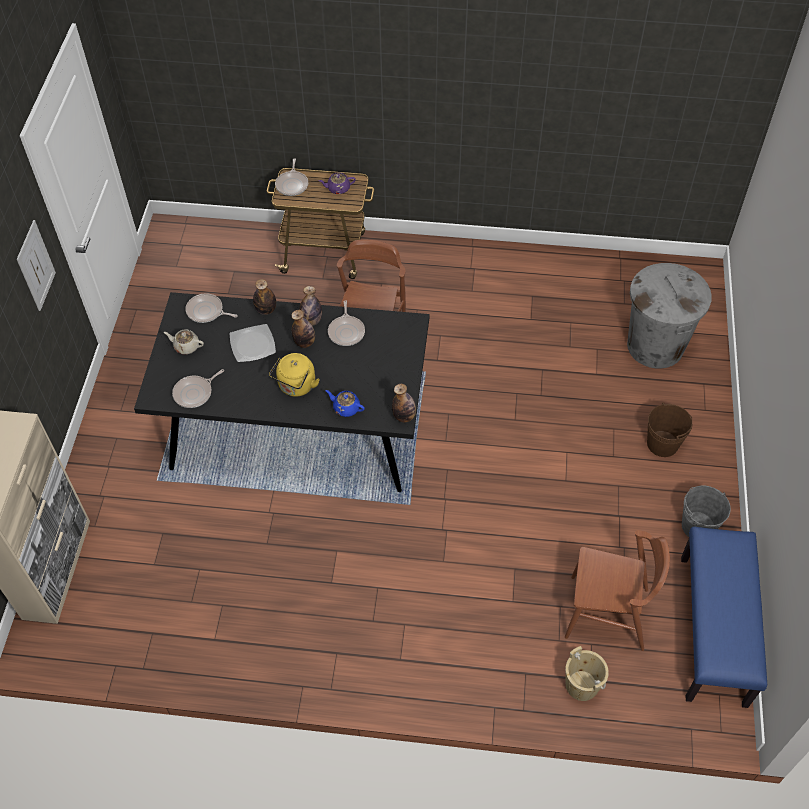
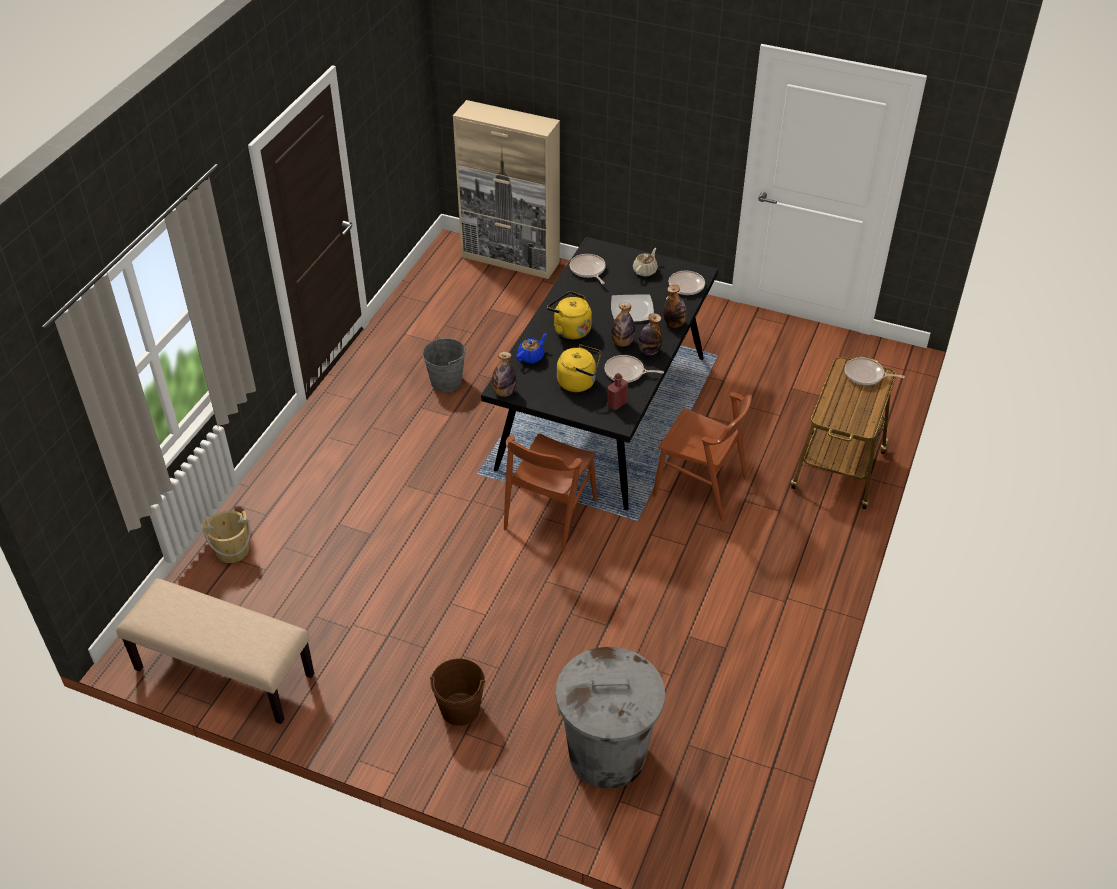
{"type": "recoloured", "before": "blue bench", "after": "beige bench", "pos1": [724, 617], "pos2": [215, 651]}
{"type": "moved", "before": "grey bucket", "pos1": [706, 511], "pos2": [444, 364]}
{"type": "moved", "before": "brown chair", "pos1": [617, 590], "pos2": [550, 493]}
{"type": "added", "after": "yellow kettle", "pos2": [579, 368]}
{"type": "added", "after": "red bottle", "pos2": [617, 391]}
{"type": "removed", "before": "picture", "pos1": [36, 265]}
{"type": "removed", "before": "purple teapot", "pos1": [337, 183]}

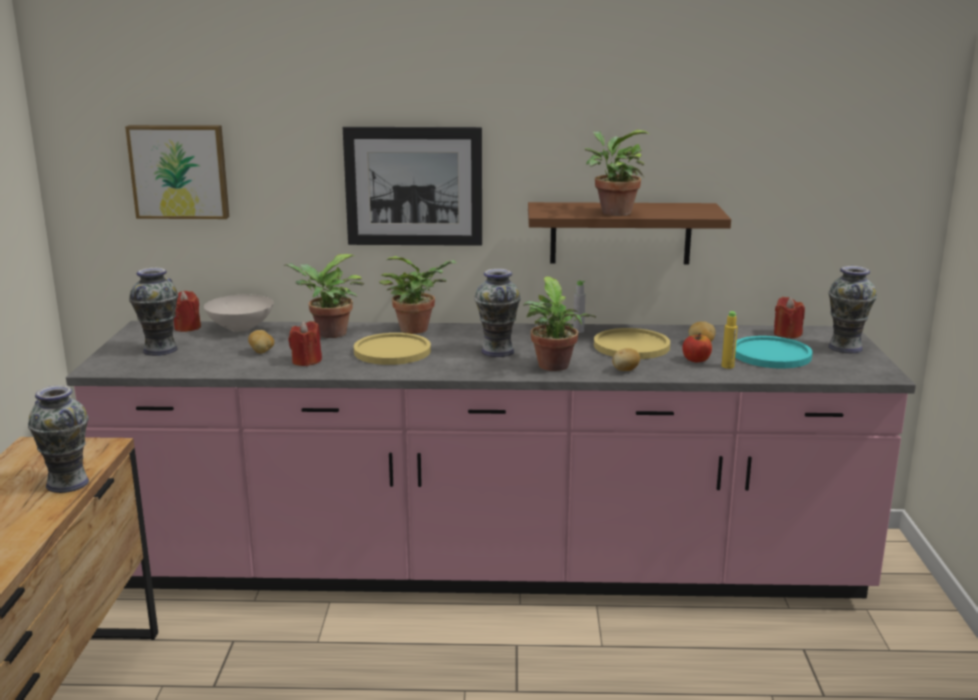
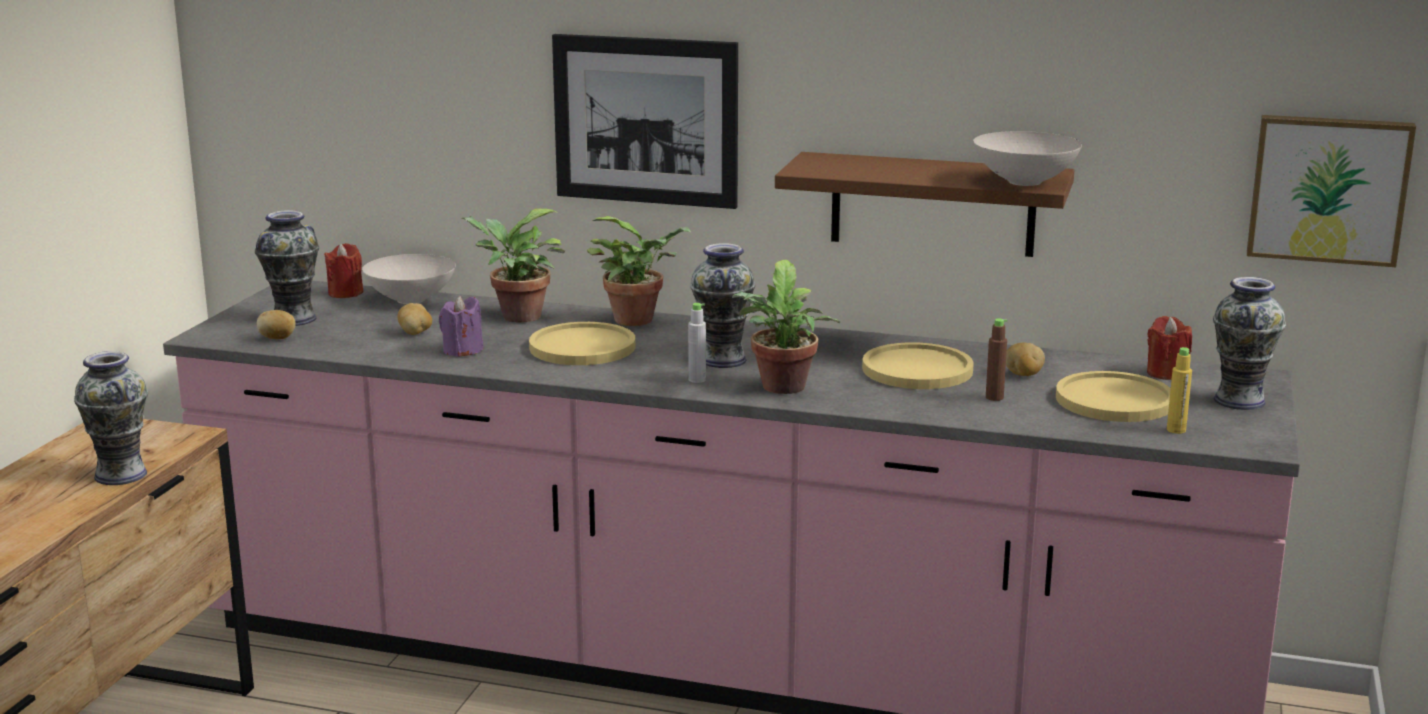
{"type": "moved", "before": "potato", "pos1": [626, 359], "pos2": [276, 324]}
{"type": "recoloured", "before": "red candle", "after": "purple candle", "pos1": [305, 343], "pos2": [461, 326]}
{"type": "moved", "before": "grey bottle", "pos1": [579, 307], "pos2": [697, 343]}
{"type": "added", "after": "white bowl", "pos2": [1027, 158]}
{"type": "replaced", "before": "apple", "after": "brown bottle", "pos1": [697, 347], "pos2": [996, 359]}
{"type": "recoloured", "before": "turquoise plate", "after": "yellow plate", "pos1": [774, 352], "pos2": [1113, 396]}
{"type": "moved", "before": "yellow bottle", "pos1": [729, 340], "pos2": [1179, 390]}
{"type": "moved", "before": "picture", "pos1": [177, 172], "pos2": [1331, 191]}
{"type": "removed", "before": "potted plant", "pos1": [617, 173]}

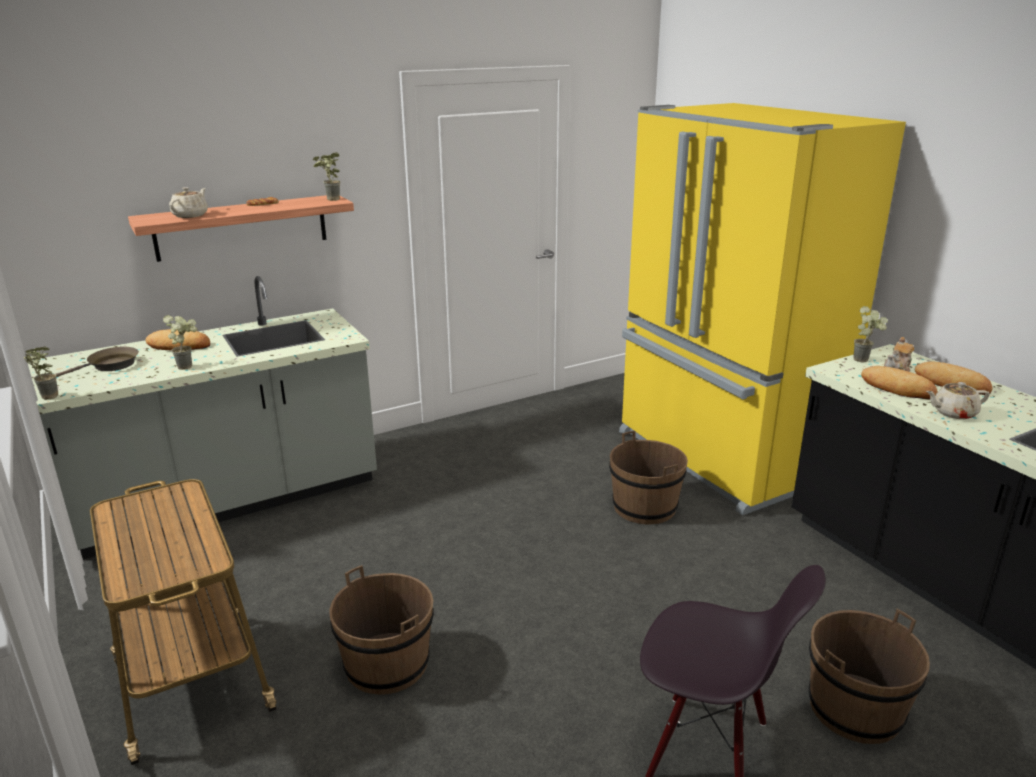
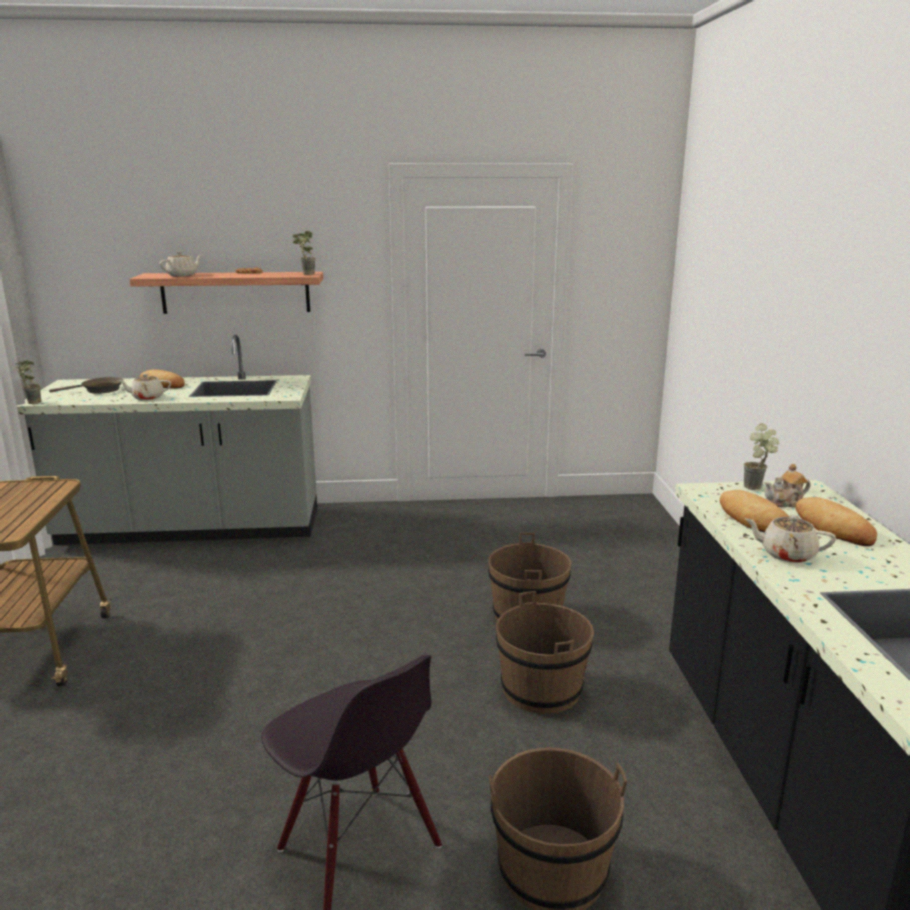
{"type": "replaced", "before": "potted plant", "after": "beige teapot", "pos1": [180, 342], "pos2": [144, 387]}
{"type": "moved", "before": "brown bucket", "pos1": [381, 630], "pos2": [545, 652]}
{"type": "removed", "before": "yellow fridge", "pos1": [762, 309]}

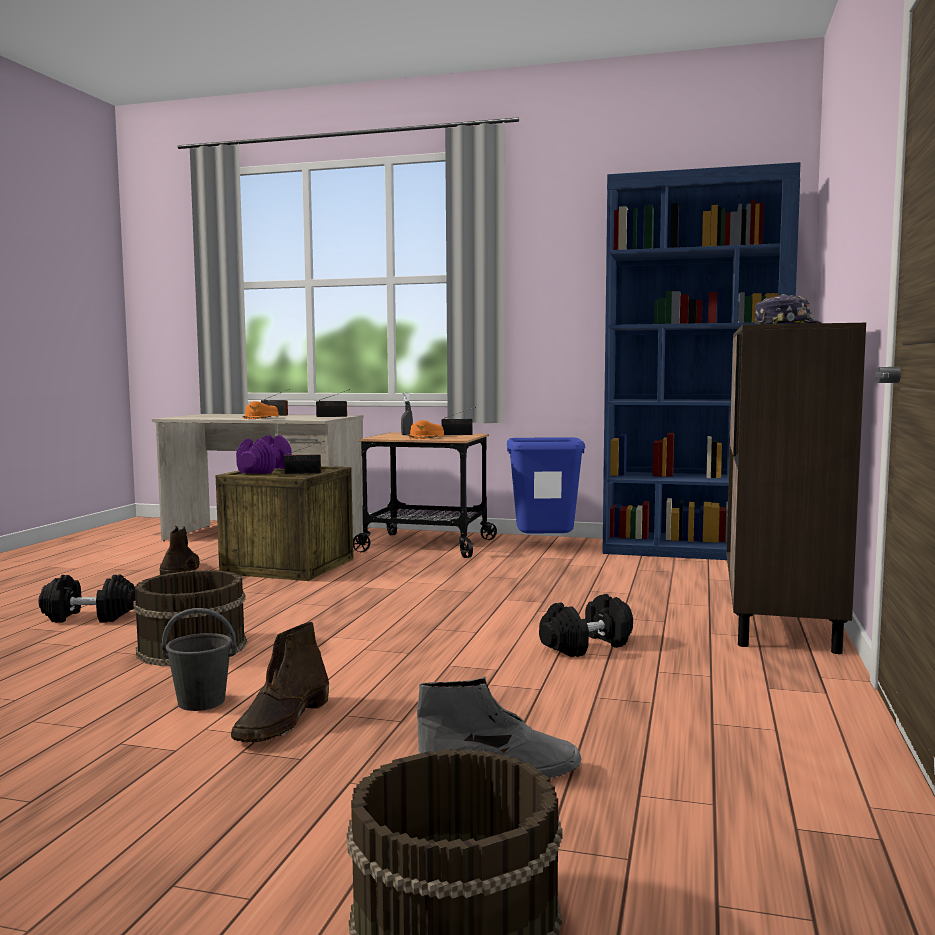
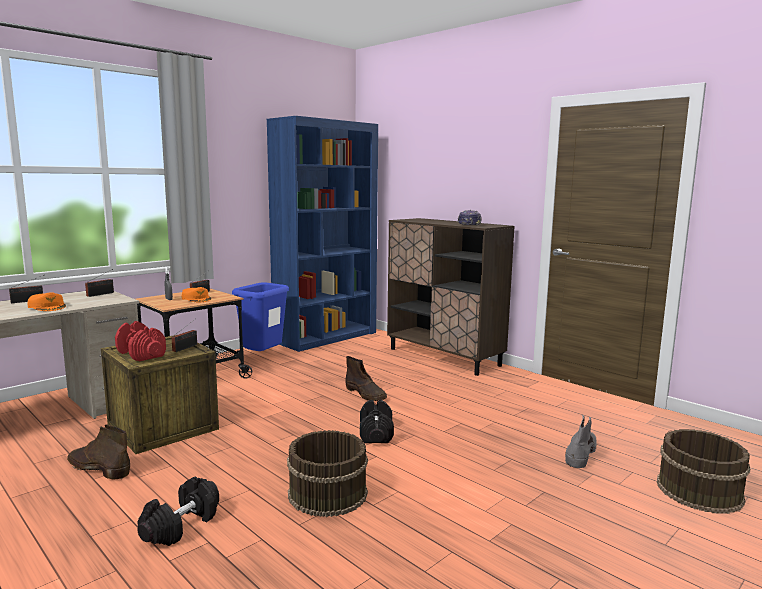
{"type": "recoloured", "before": "purple dumbbell", "after": "red dumbbell", "pos1": [264, 454], "pos2": [140, 341]}
{"type": "moved", "before": "brown boot", "pos1": [280, 682], "pos2": [366, 378]}
{"type": "moved", "before": "black dumbbell", "pos1": [586, 625], "pos2": [377, 421]}
{"type": "removed", "before": "grey bucket", "pos1": [199, 659]}

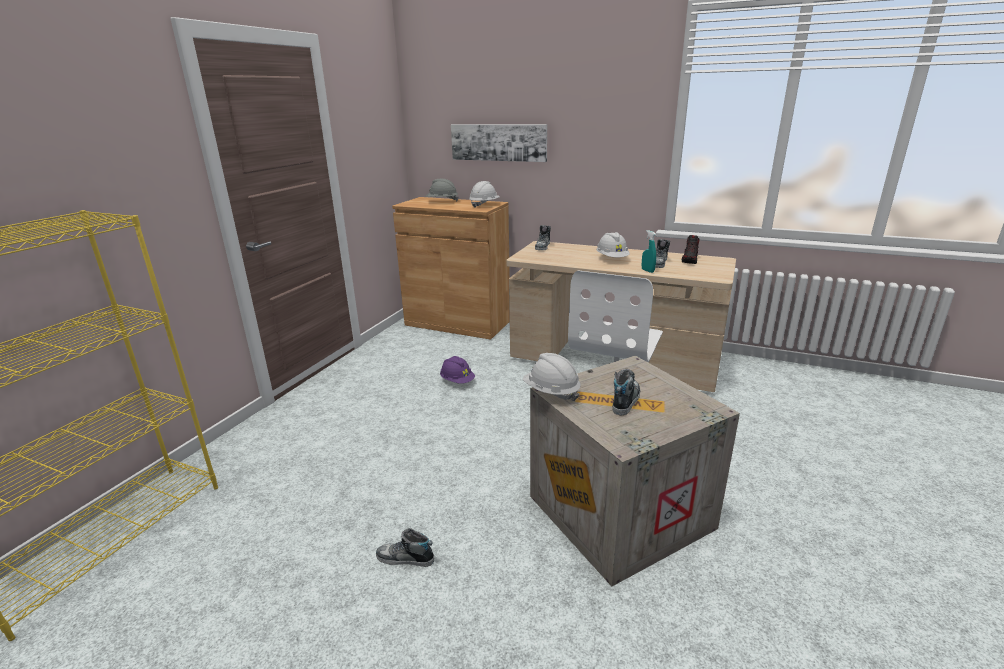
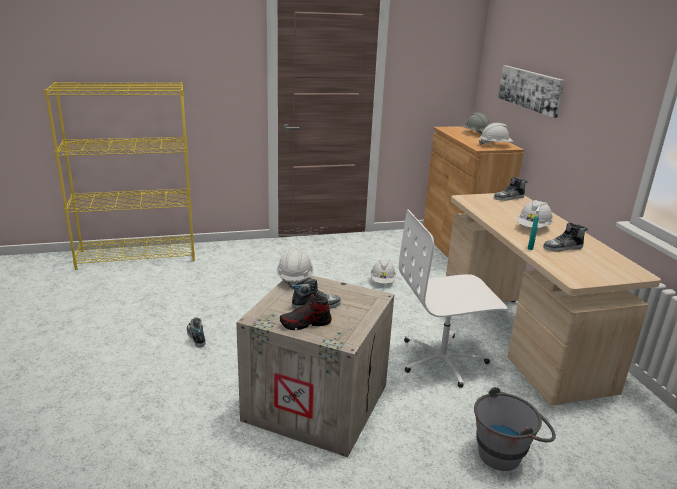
{"type": "moved", "before": "shoe", "pos1": [691, 249], "pos2": [306, 311]}
{"type": "recoloured", "before": "purple hard hat", "after": "white hard hat", "pos1": [457, 370], "pos2": [383, 271]}
{"type": "added", "after": "grey bucket", "pos2": [515, 429]}

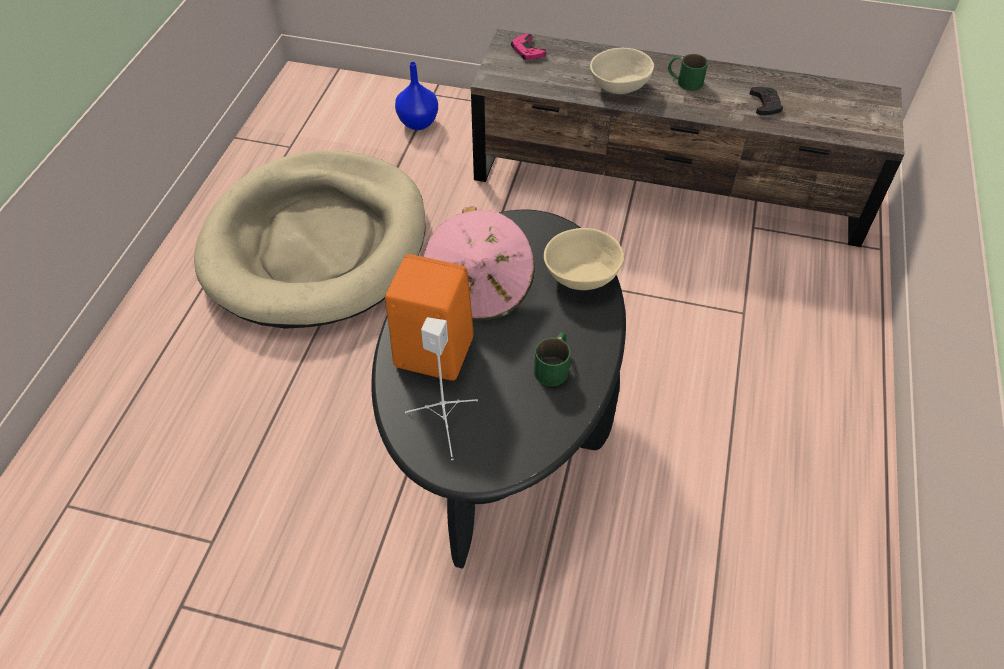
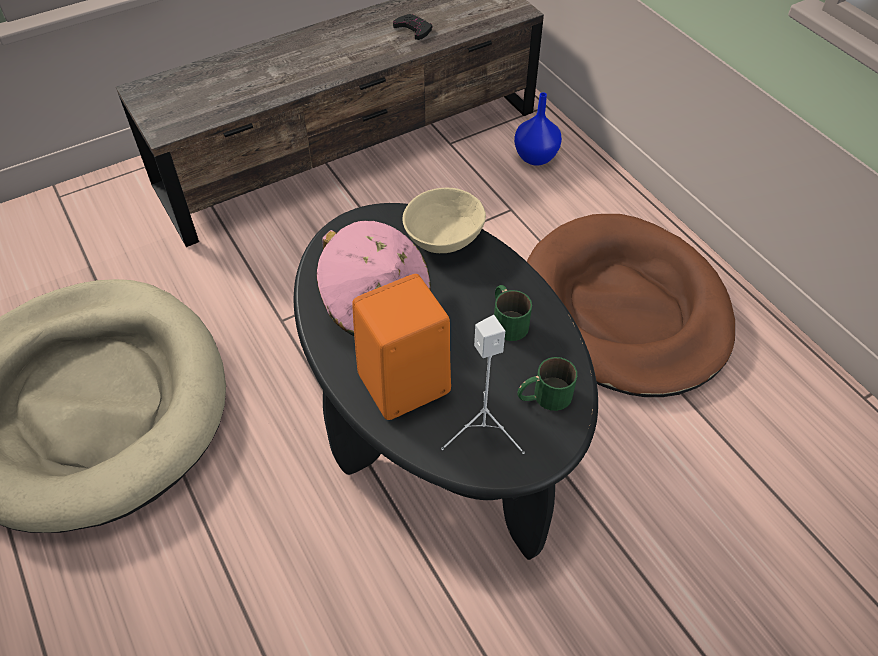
{"type": "moved", "before": "blue vase", "pos1": [416, 96], "pos2": [538, 129]}
{"type": "moved", "before": "green mug", "pos1": [688, 72], "pos2": [547, 384]}
{"type": "added", "after": "brown dog bed", "pos2": [631, 305]}
{"type": "removed", "before": "pink game controller", "pos1": [528, 46]}
{"type": "removed", "before": "beige bowl", "pos1": [622, 71]}

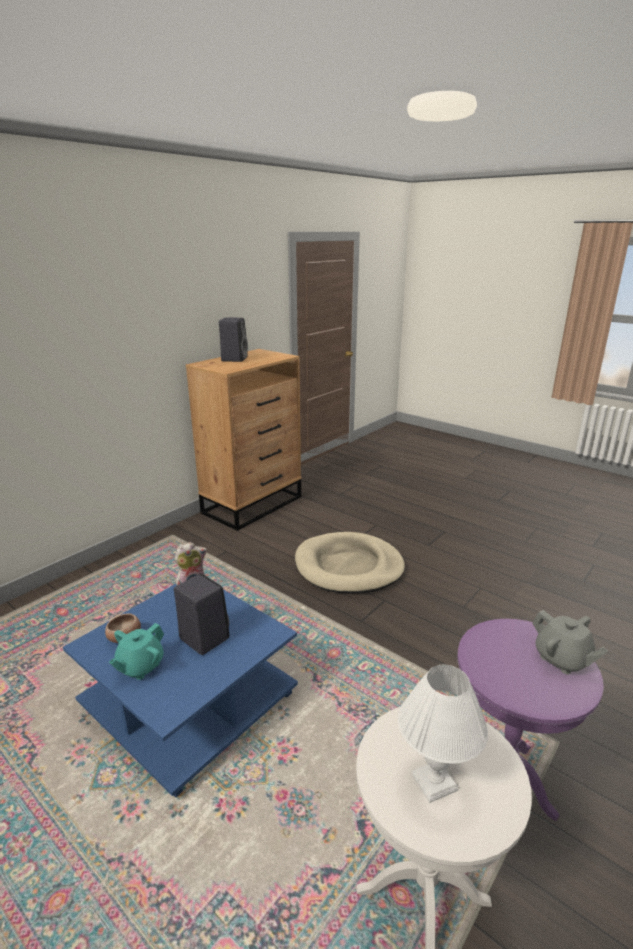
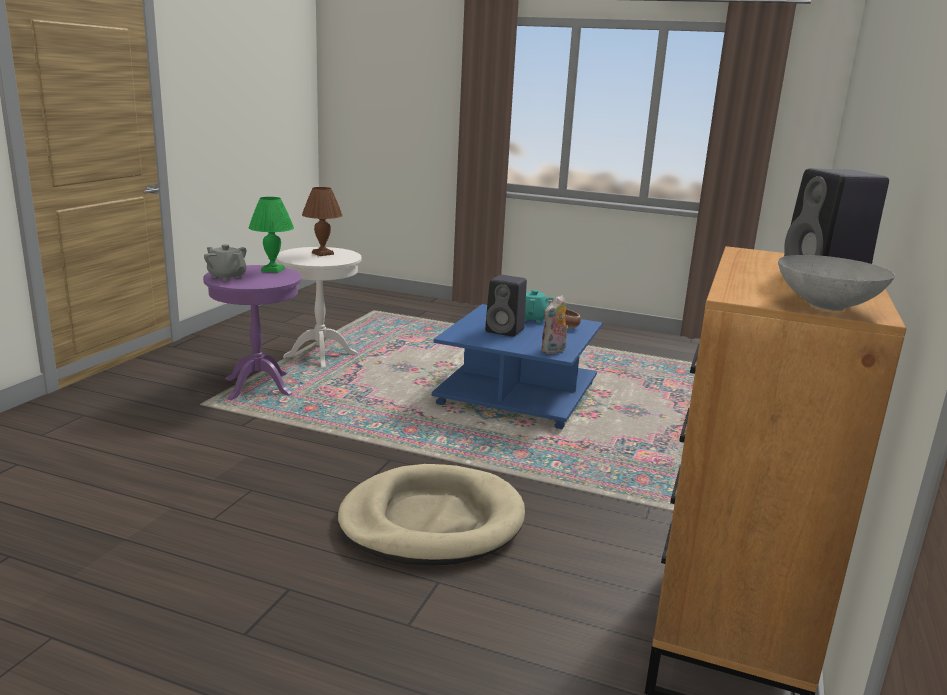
{"type": "added", "after": "green table lamp", "pos2": [271, 235]}
{"type": "recoloured", "before": "white table lamp", "after": "brown table lamp", "pos1": [443, 733], "pos2": [322, 221]}
{"type": "added", "after": "grey bowl", "pos2": [836, 283]}

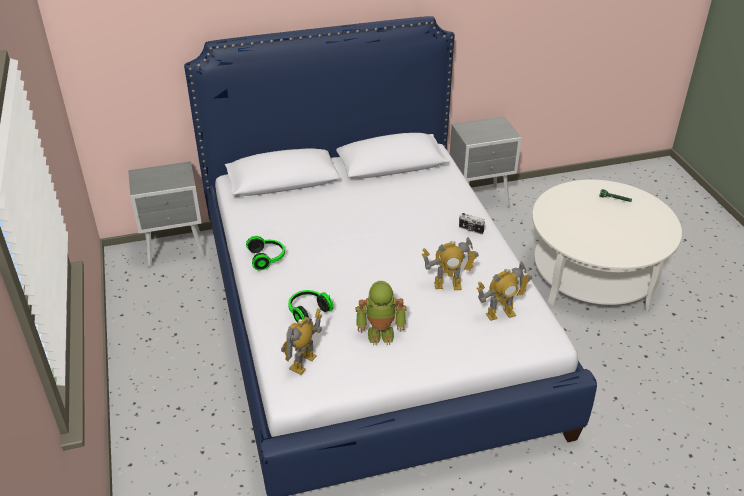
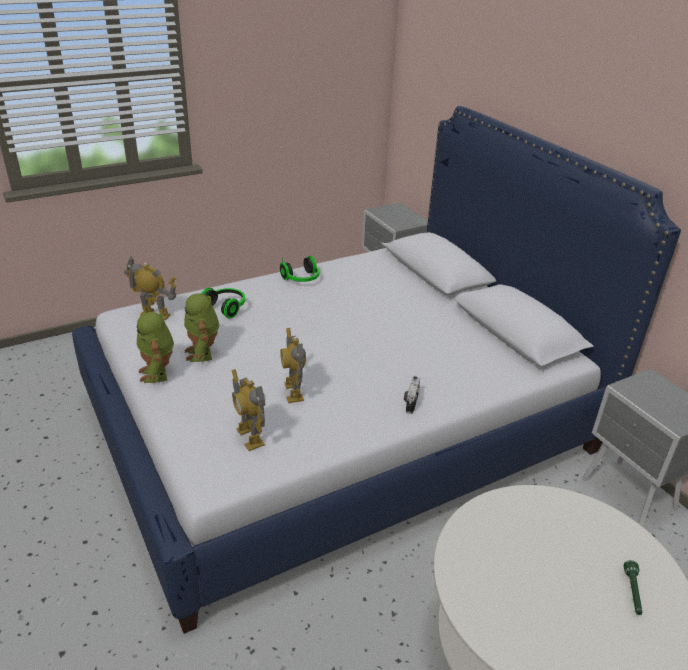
{"type": "added", "after": "toy robot", "pos2": [155, 347]}

